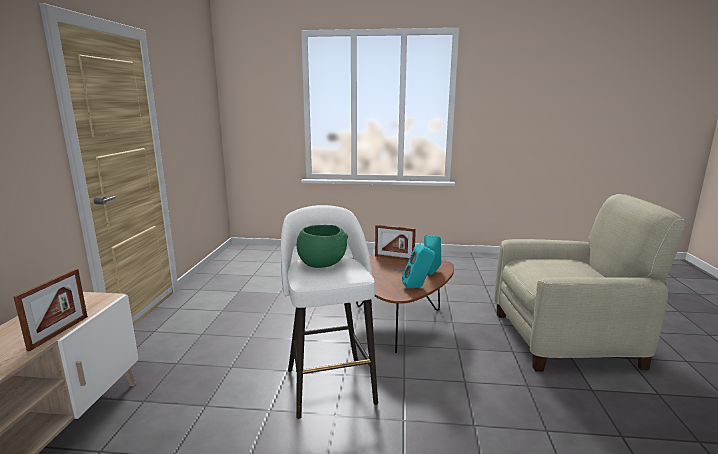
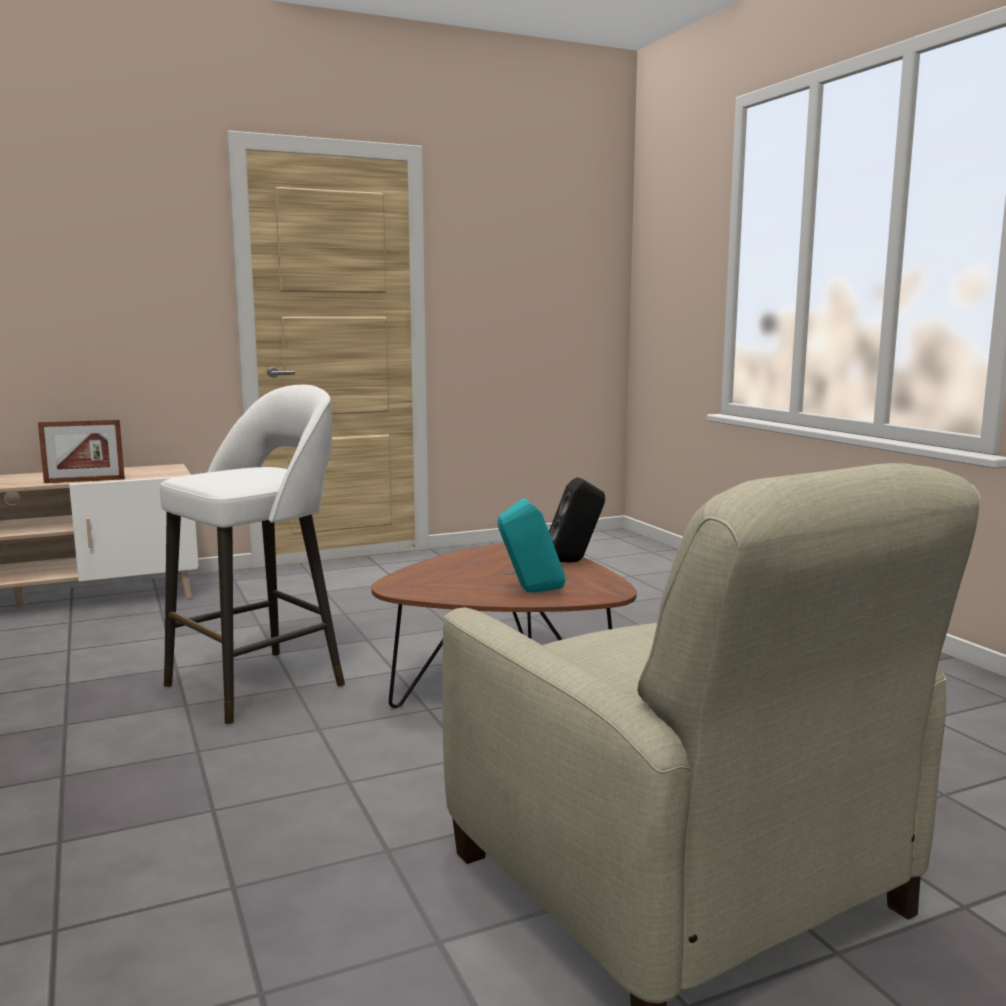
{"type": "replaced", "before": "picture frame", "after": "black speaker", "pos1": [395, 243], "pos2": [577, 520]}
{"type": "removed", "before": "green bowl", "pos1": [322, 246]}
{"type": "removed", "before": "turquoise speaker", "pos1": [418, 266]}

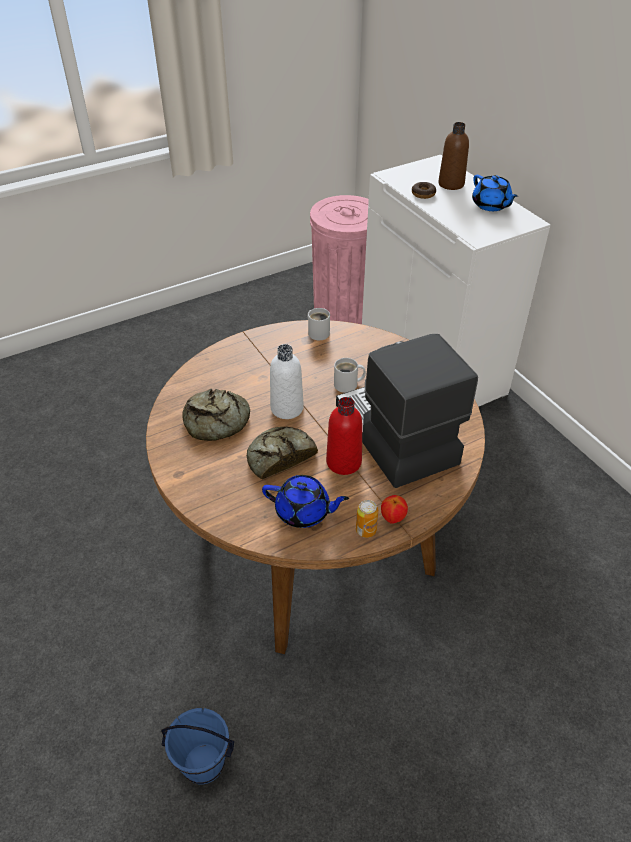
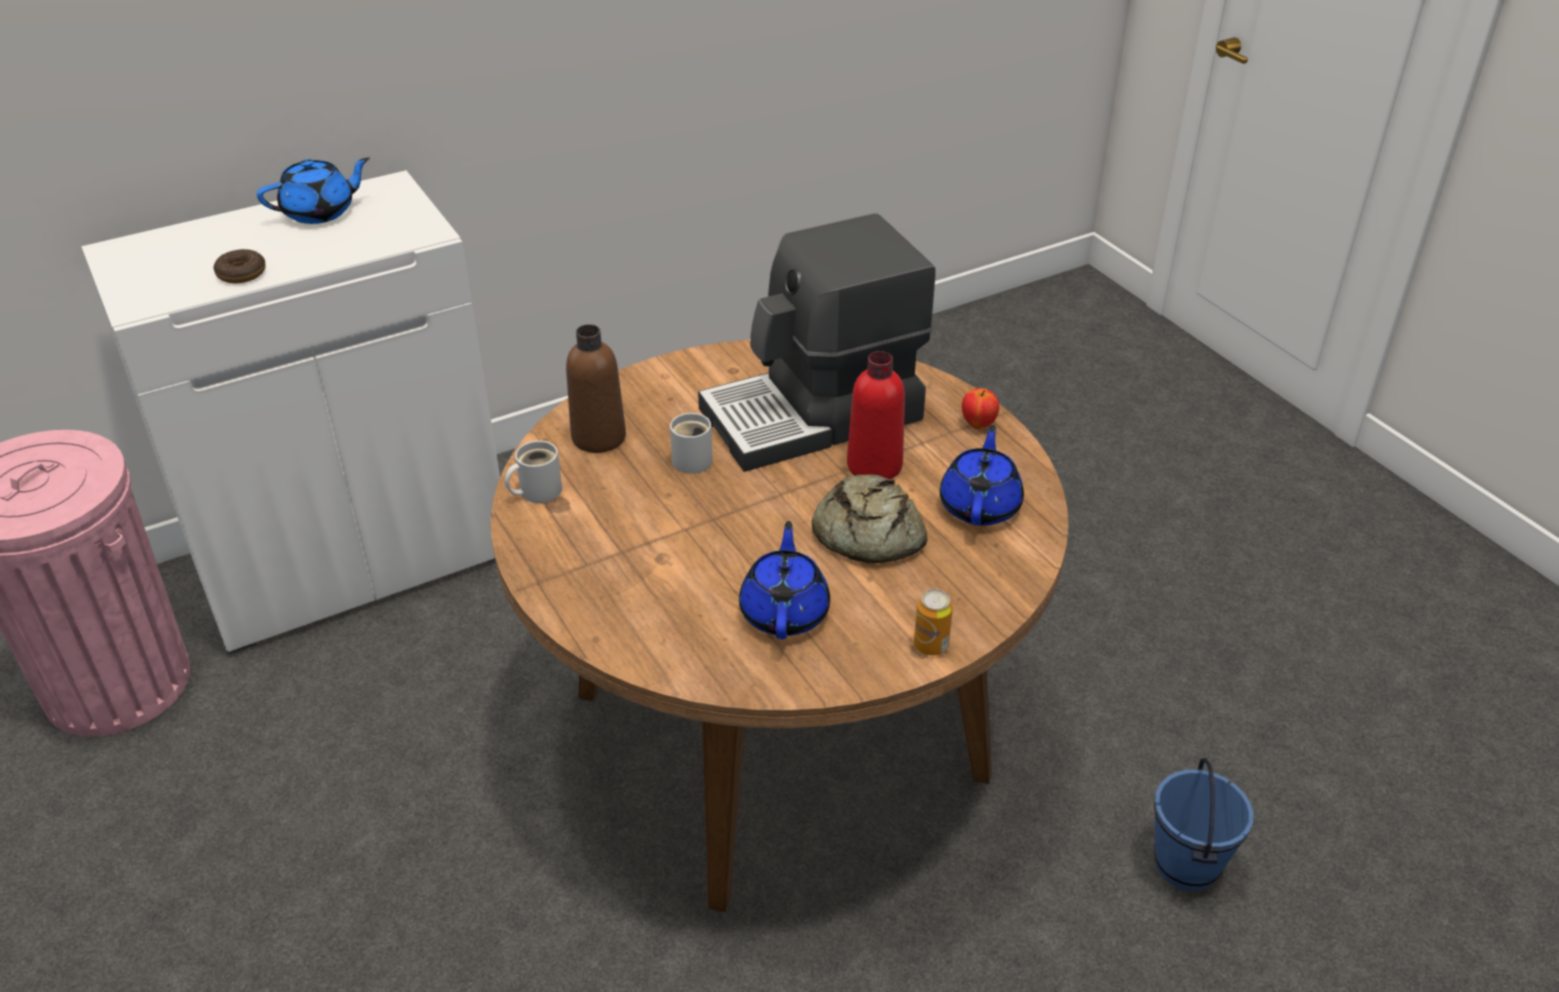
{"type": "moved", "before": "brown bottle", "pos1": [453, 156], "pos2": [596, 388]}
{"type": "replaced", "before": "bread", "after": "blue teapot", "pos1": [216, 415], "pos2": [784, 580]}
{"type": "moved", "before": "can", "pos1": [367, 519], "pos2": [933, 622]}
{"type": "removed", "before": "white bottle", "pos1": [287, 381]}

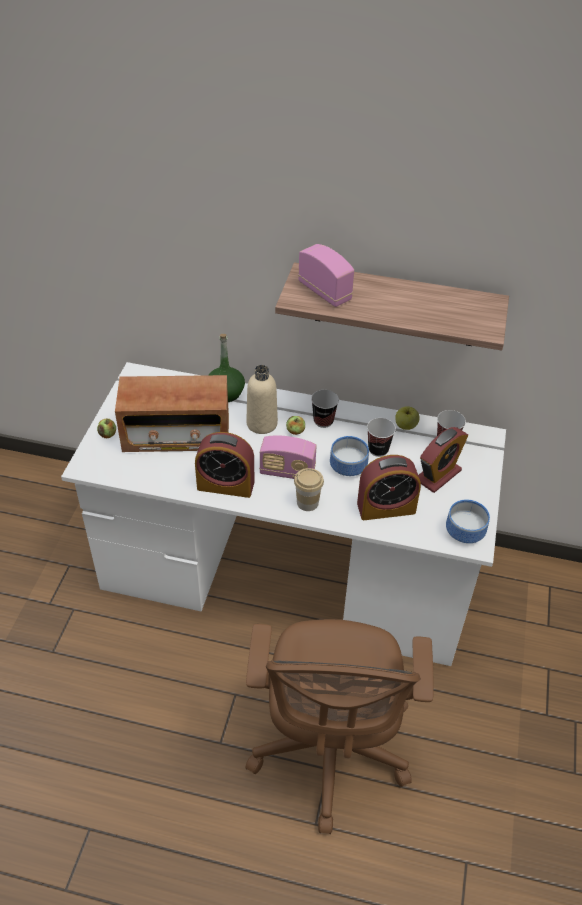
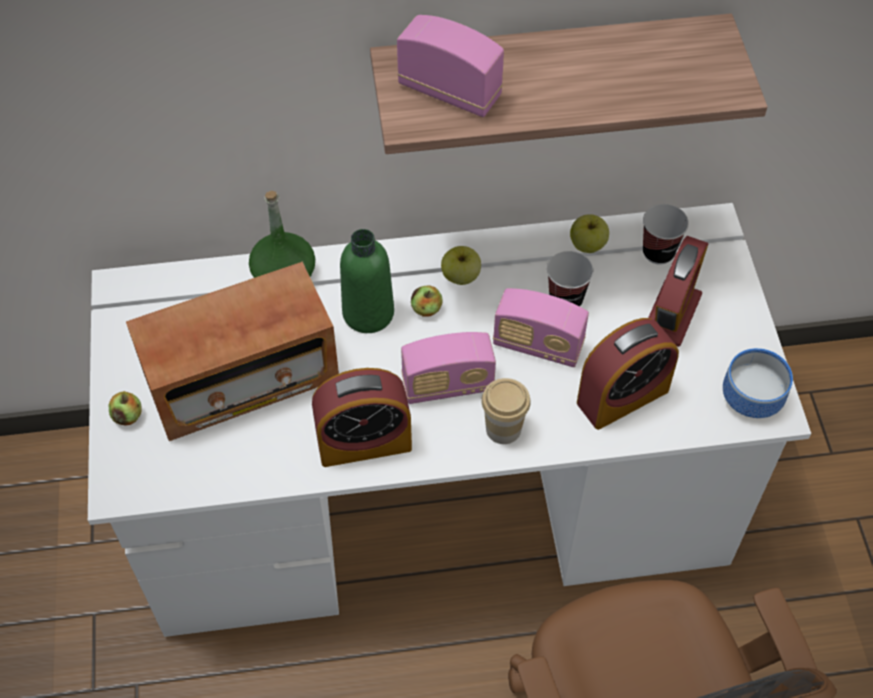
{"type": "recoloured", "before": "beige bottle", "after": "green bottle", "pos1": [262, 399], "pos2": [367, 281]}
{"type": "replaced", "before": "cup", "after": "apple", "pos1": [325, 409], "pos2": [461, 265]}
{"type": "replaced", "before": "bowl", "after": "radio", "pos1": [349, 456], "pos2": [541, 327]}

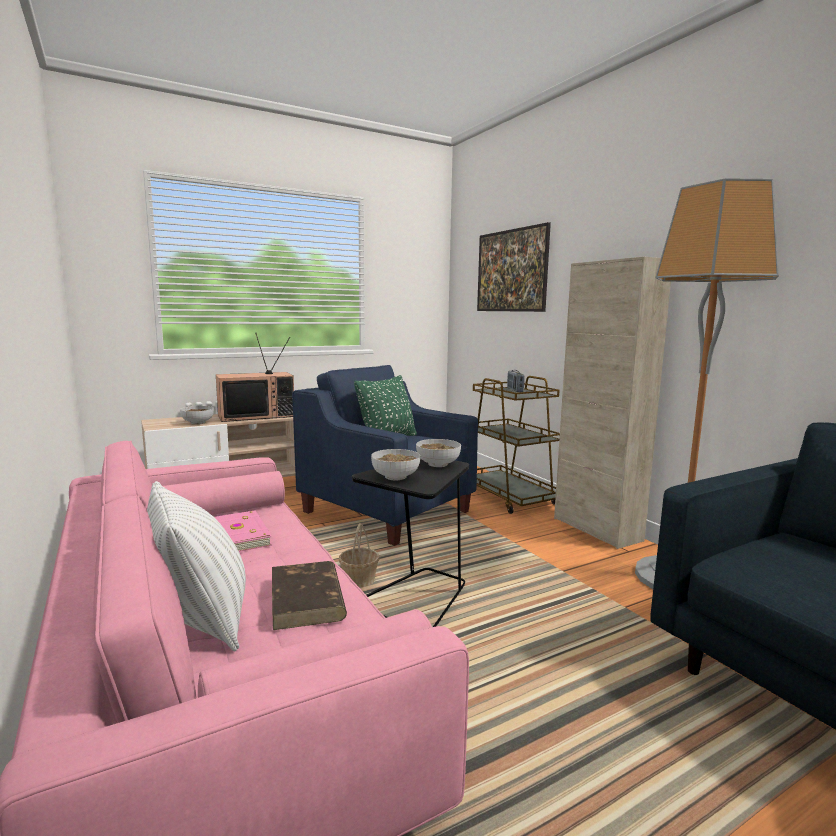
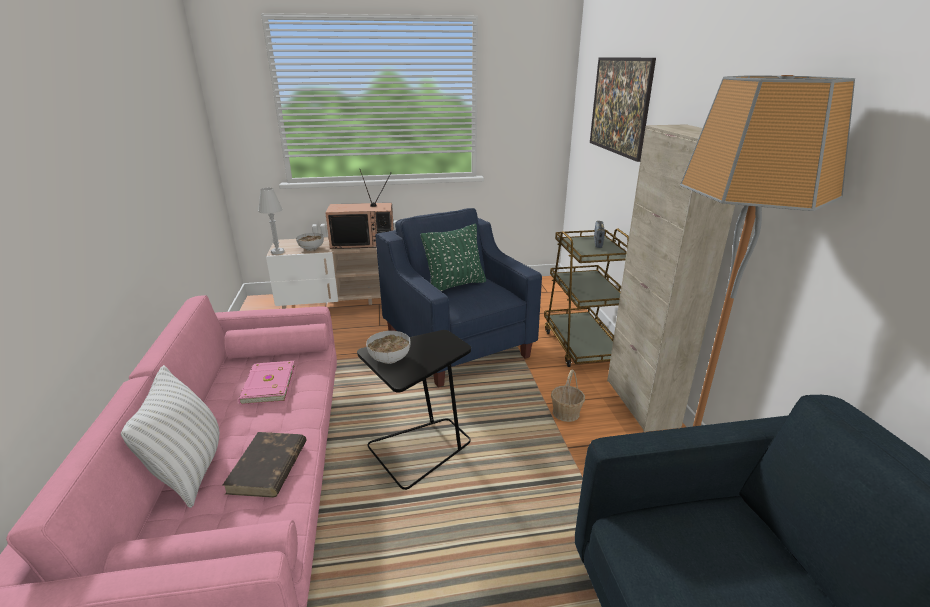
{"type": "added", "after": "white table lamp", "pos2": [271, 221]}
{"type": "moved", "before": "basket", "pos1": [359, 555], "pos2": [568, 396]}
{"type": "removed", "before": "bowl", "pos1": [438, 453]}

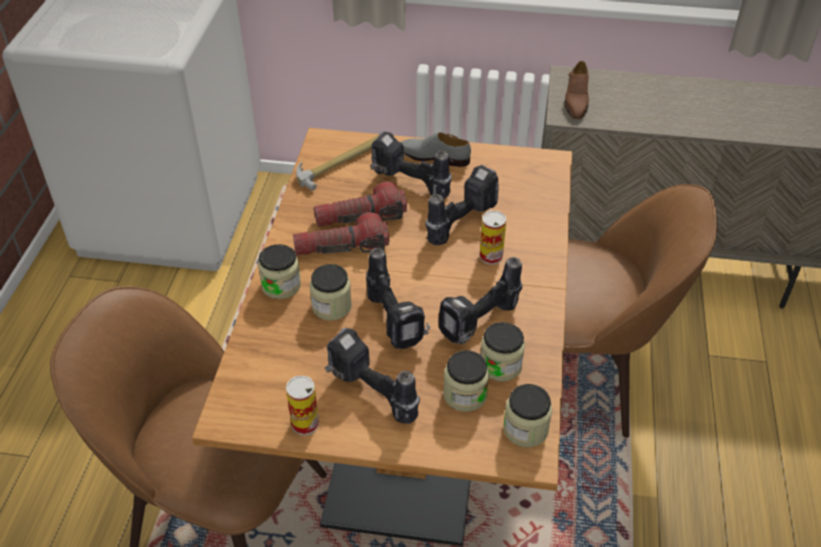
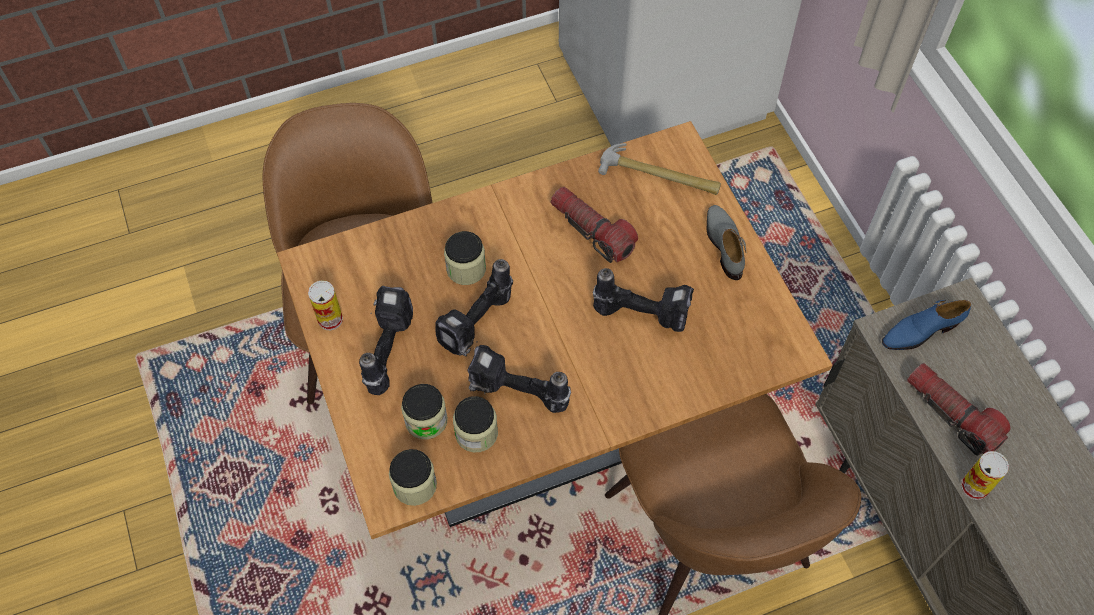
{"type": "recoloured", "before": "brown shoe", "after": "blue shoe", "pos1": [576, 90], "pos2": [926, 325]}
{"type": "moved", "before": "flashlight", "pos1": [341, 234], "pos2": [959, 409]}
{"type": "moved", "before": "can", "pos1": [493, 238], "pos2": [985, 475]}
{"type": "removed", "before": "jar", "pos1": [279, 271]}
{"type": "removed", "before": "power drill", "pos1": [411, 165]}

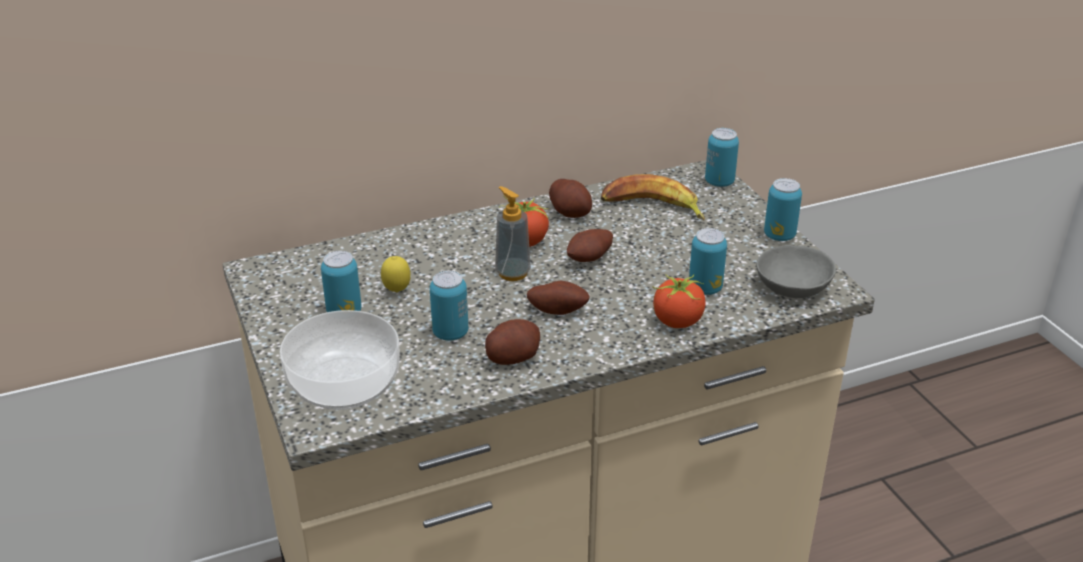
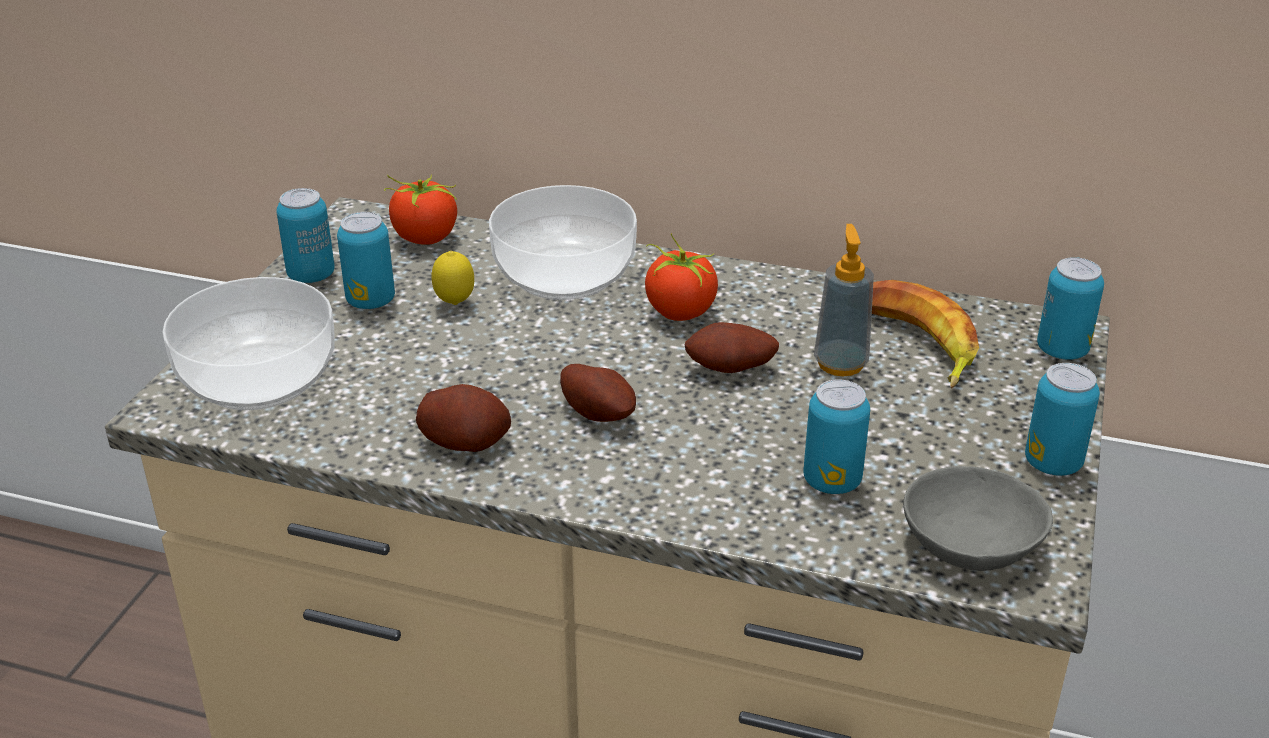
{"type": "moved", "before": "can", "pos1": [449, 305], "pos2": [305, 235]}
{"type": "moved", "before": "tomato", "pos1": [679, 301], "pos2": [420, 210]}
{"type": "added", "after": "bowl", "pos2": [563, 242]}
{"type": "moved", "before": "soap dispenser", "pos1": [513, 233], "pos2": [844, 300]}
{"type": "removed", "before": "potato", "pos1": [570, 198]}

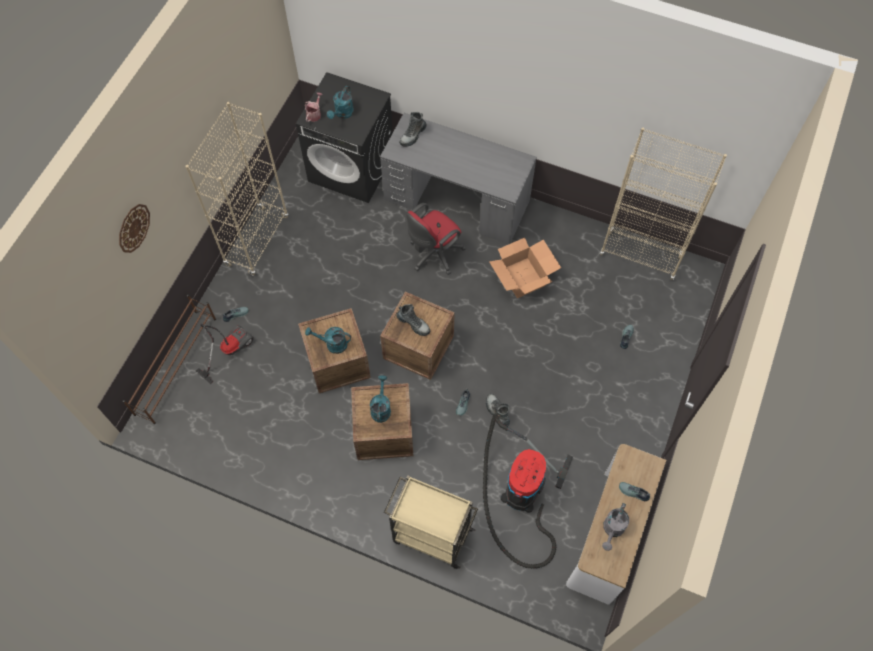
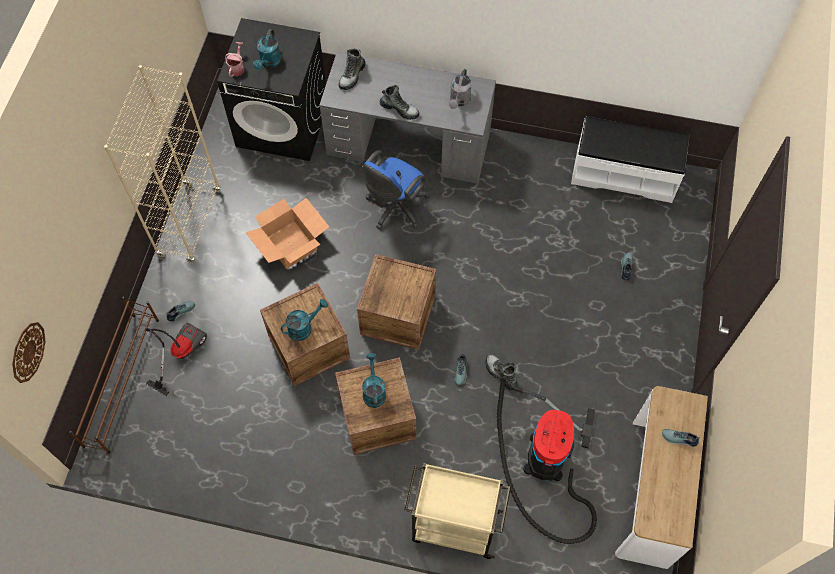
{"type": "moved", "before": "wall clock", "pos1": [134, 228], "pos2": [29, 352]}
{"type": "moved", "before": "cardboard box", "pos1": [525, 268], "pos2": [287, 233]}
{"type": "turned", "before": "turquoise watering can", "pos1": [328, 340], "pos2": [304, 320], "turn": 150}
{"type": "recoloured", "before": "red office chair", "after": "blue office chair", "pos1": [436, 239], "pos2": [396, 189]}
{"type": "moved", "before": "boot", "pos1": [413, 320], "pos2": [399, 102]}
{"type": "moved", "before": "grey watering can", "pos1": [615, 527], "pos2": [460, 89]}
{"type": "replaced", "before": "beige bookcase", "after": "white bench", "pos1": [663, 204], "pos2": [630, 159]}

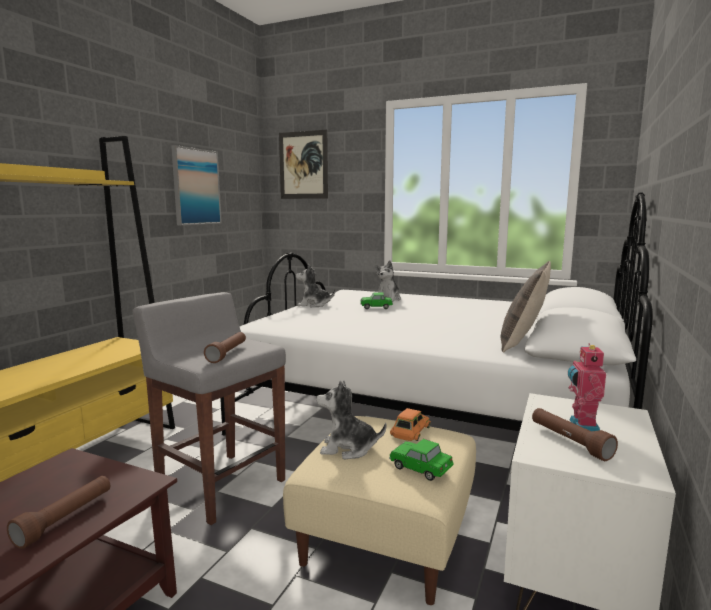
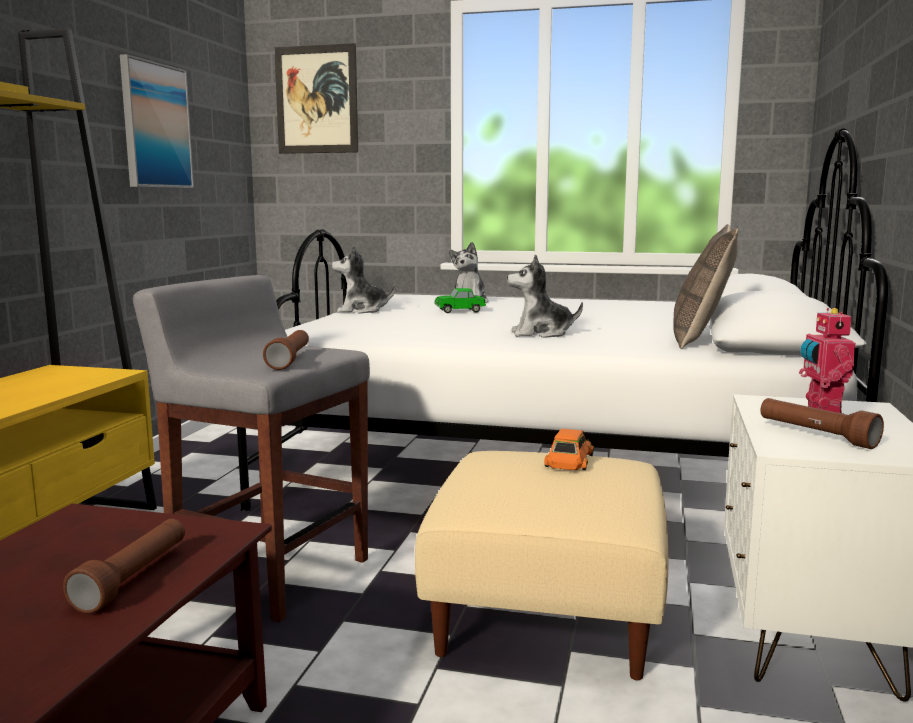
{"type": "moved", "before": "plush toy", "pos1": [351, 420], "pos2": [545, 296]}
{"type": "removed", "before": "toy car", "pos1": [421, 460]}

